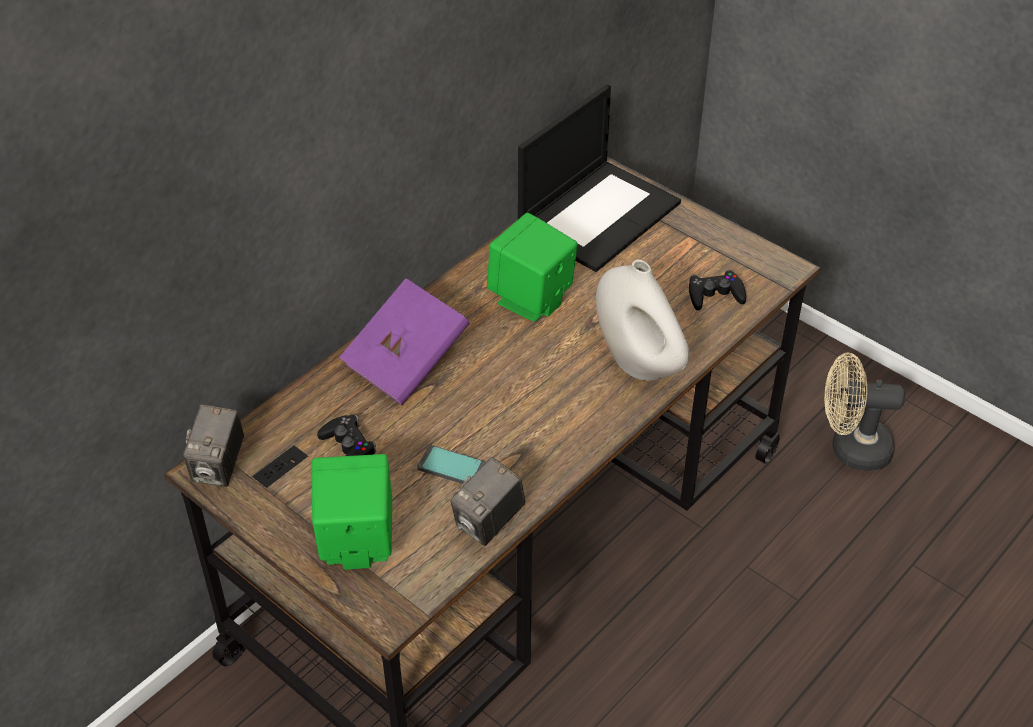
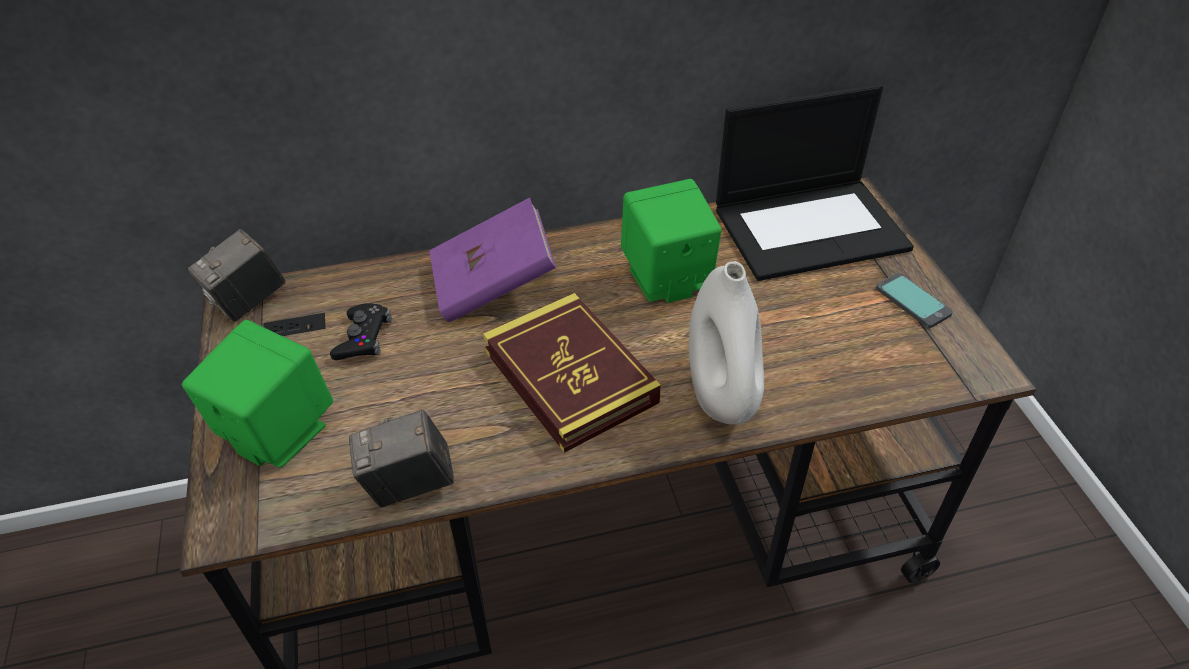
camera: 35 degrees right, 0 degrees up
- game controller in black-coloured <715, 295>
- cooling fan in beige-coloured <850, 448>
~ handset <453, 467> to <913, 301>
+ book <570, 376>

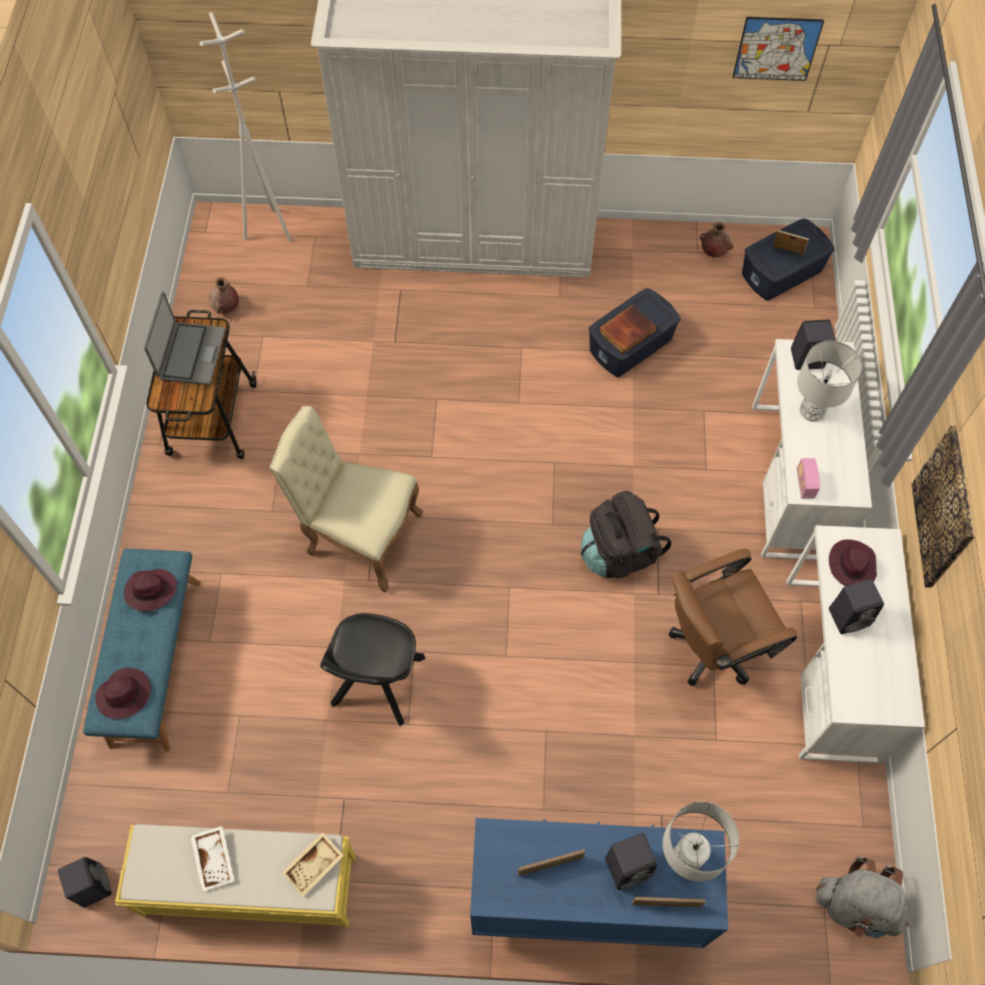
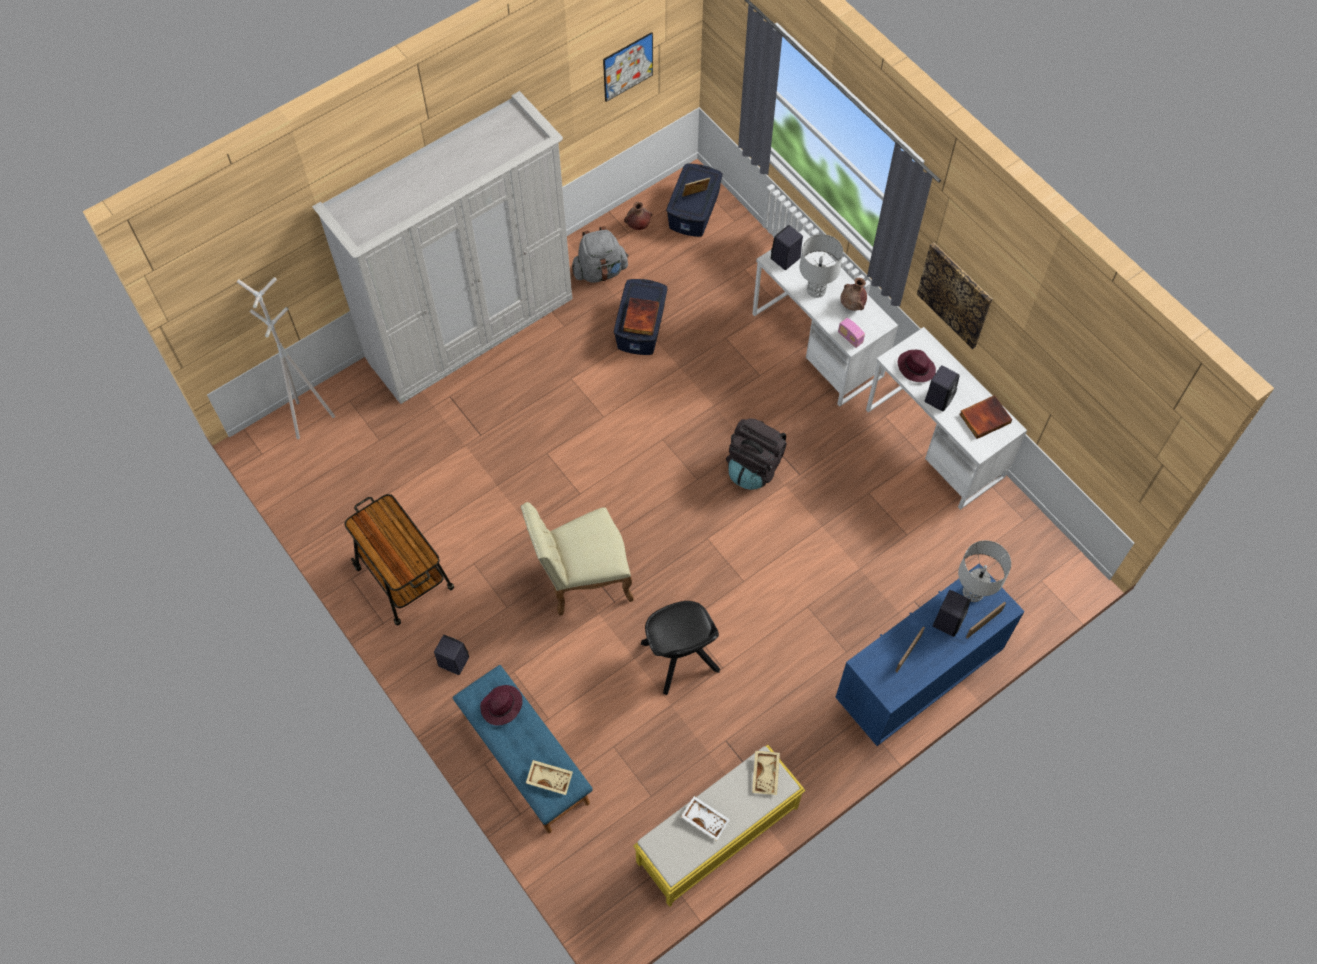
camera: 40 degrees left, 0 degrees up
~ decorative vase in brown <226, 307> to <852, 305>
- laptop <191, 354>
- desk chair in brown <709, 652>
~ wearable hat in purplish <125, 694> to tray in beige-coloured <550, 778>
~ knapsack in gray <856, 906> to <600, 271>
~ speaker in black-coloured <92, 885> to <452, 661>
+ book <984, 417>

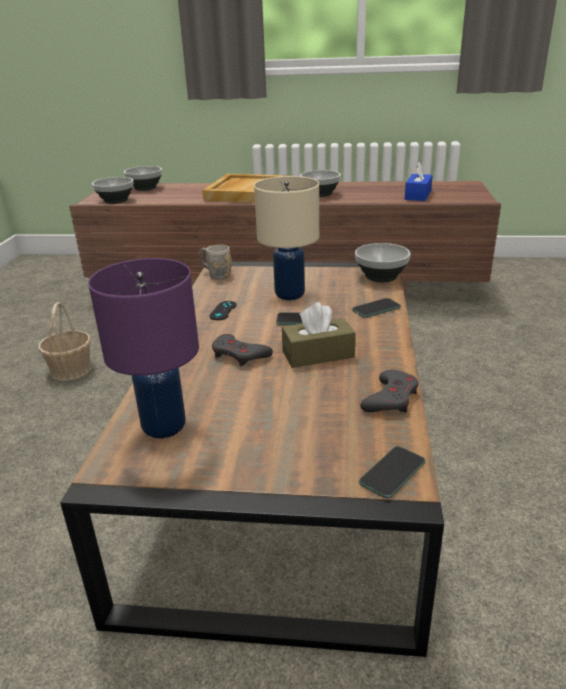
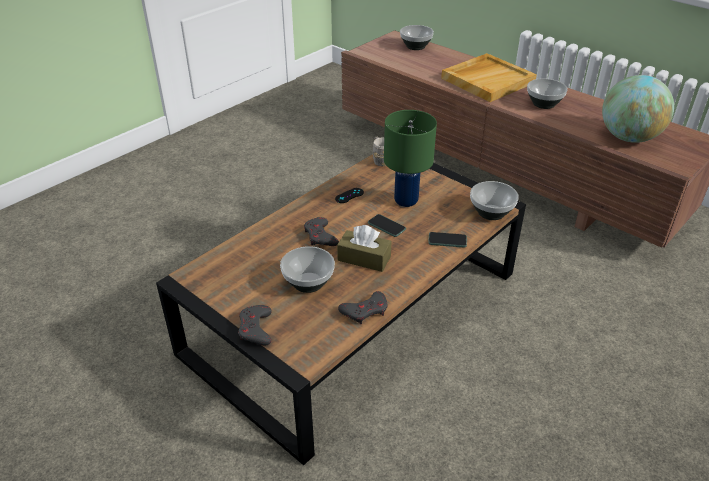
camera: 35 degrees right, 10 degrees up
~ tissue holder in blue <418, 195> to world globe <629, 138>
~ lamp for a table in beige-coloured <288, 295> to lamp for a table in green-coloured <404, 200>
~ bowl <116, 201> to <308, 283>
- lamp for a table in purplish <166, 428>
- basket <71, 370>
- handset <392, 473>
+ game controller in gray <255, 329>

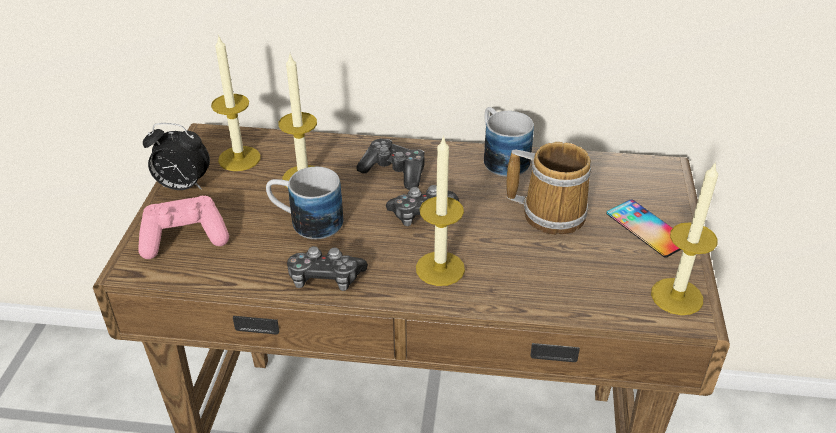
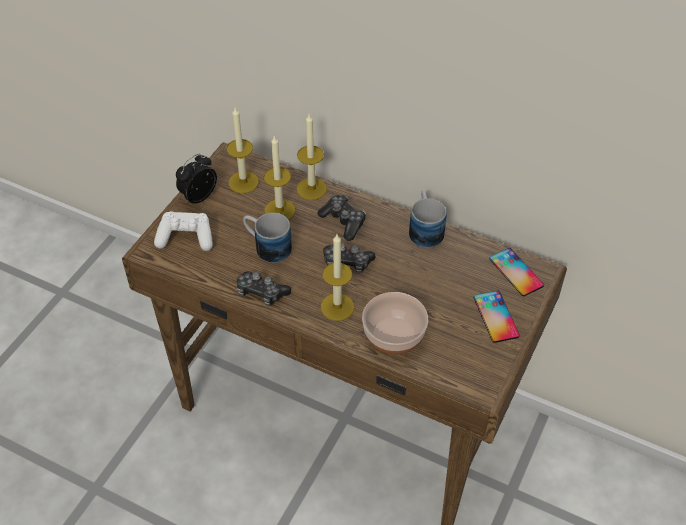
camera: 20 degrees right, 10 degrees up
~ table clock <182, 187> = <198, 196> 105 degrees clockwise
- mug <550, 212>
~ candle <677, 296> to <311, 189>
~ game controller in pink <184, 238> to game controller in white <186, 238>
+ handset <516, 272>
+ bowl <394, 336>

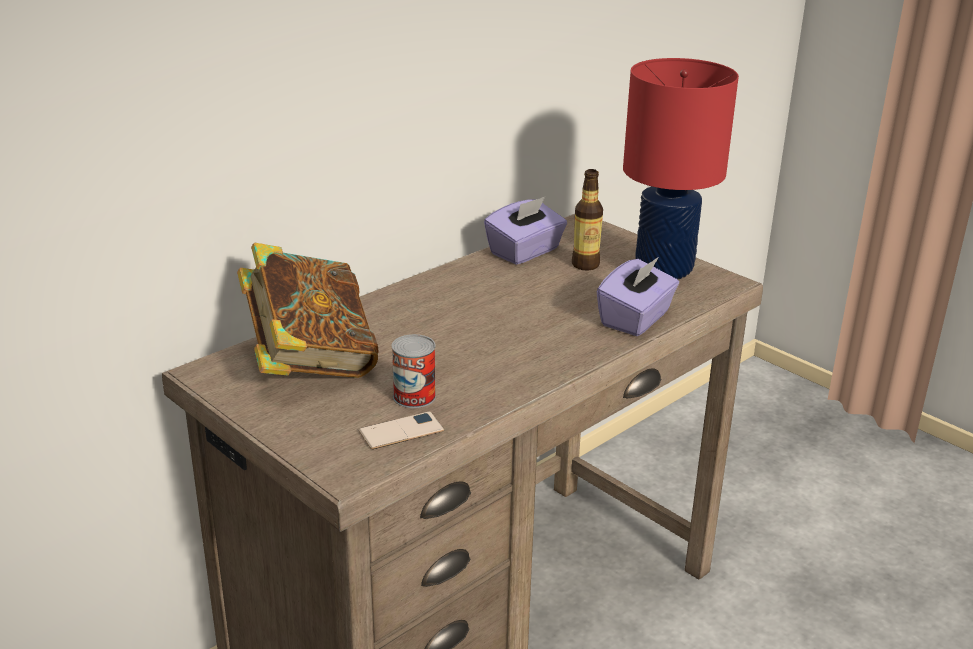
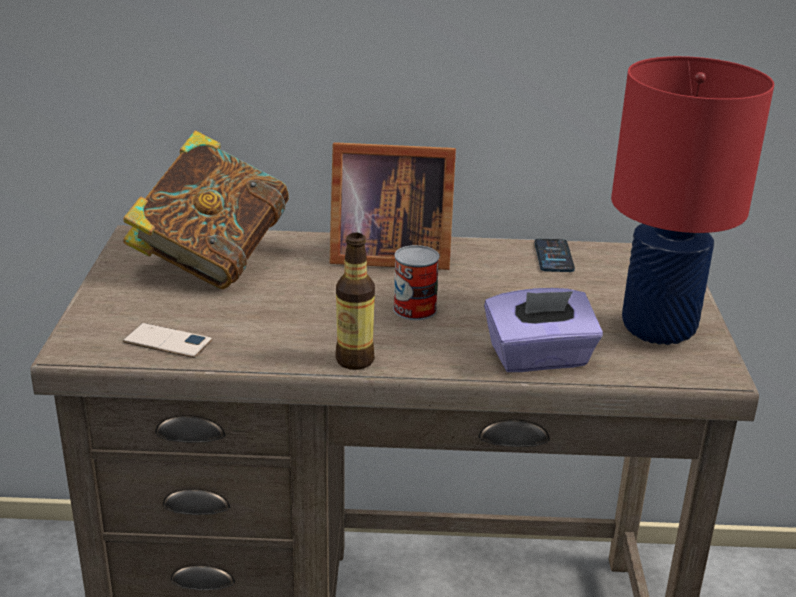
camera: 45 degrees right, 0 degrees up
~ bottle <585, 265> to <355, 360>
~ tissue holder in purplish <525, 252> to handset <553, 256>
~ sealed can <414, 396> to <414, 309>
+ picture frame <386, 255>

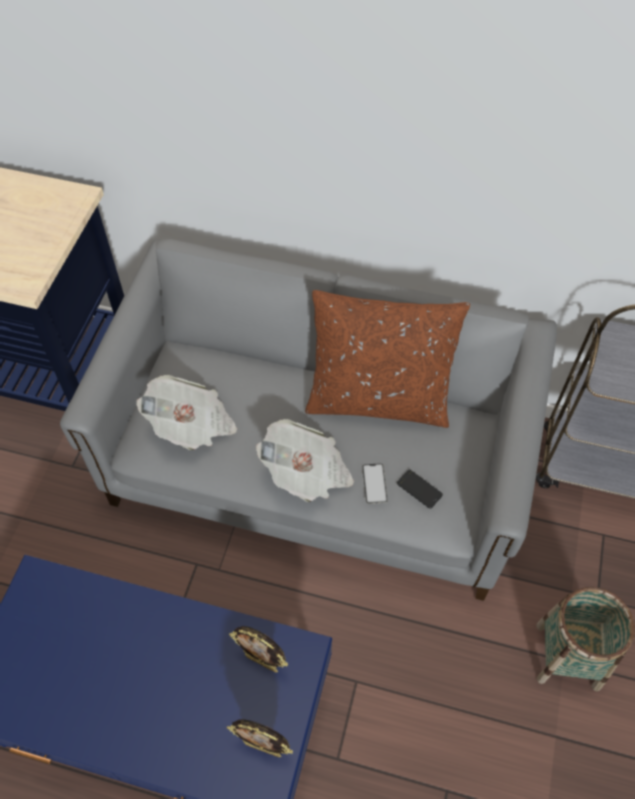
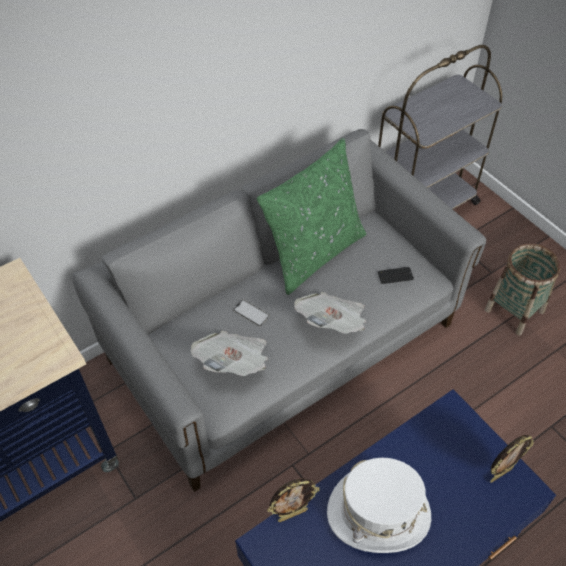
camera: 50 degrees left, 5 degrees down
~ pillow in brown <378, 399> to pillow in green-coloured <313, 253>
~ handset <374, 483> to <251, 313>
~ picture frame <262, 662> to <292, 514>
+ wearable hat in white <378, 513>

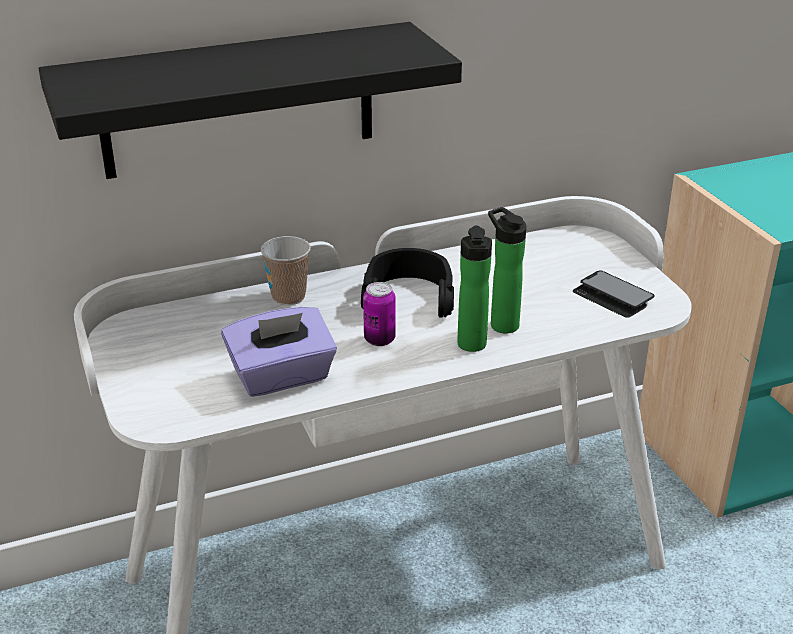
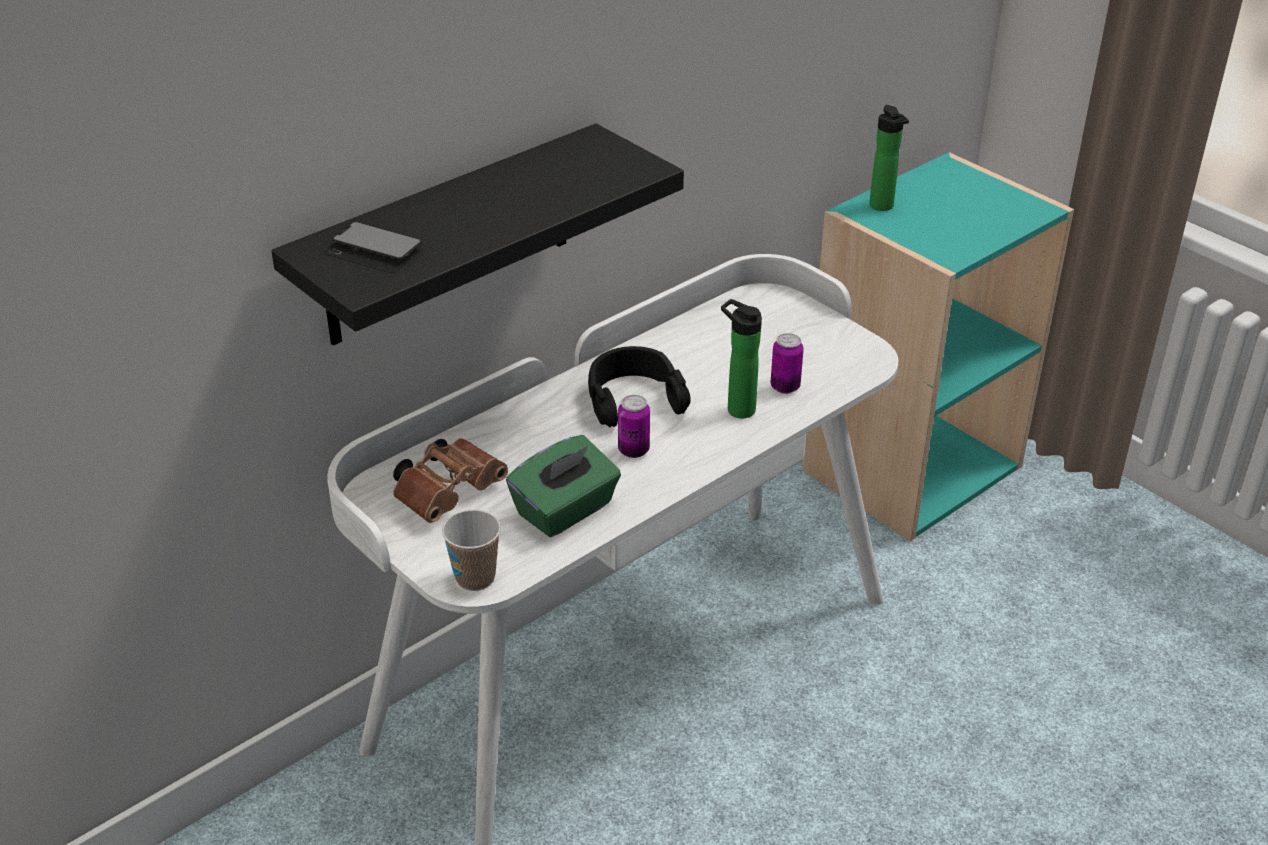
camera: 20 degrees left, 5 degrees up
~ bottle <472, 347> to <883, 207>
~ drinking cup <288, 297> to <475, 578>
~ handset <612, 296> to <373, 250>
~ tissue holder in purplish <282, 377> to tissue holder in green-coloured <565, 510>
+ sealed can <785, 387>
+ field glasses in brown <450, 492>

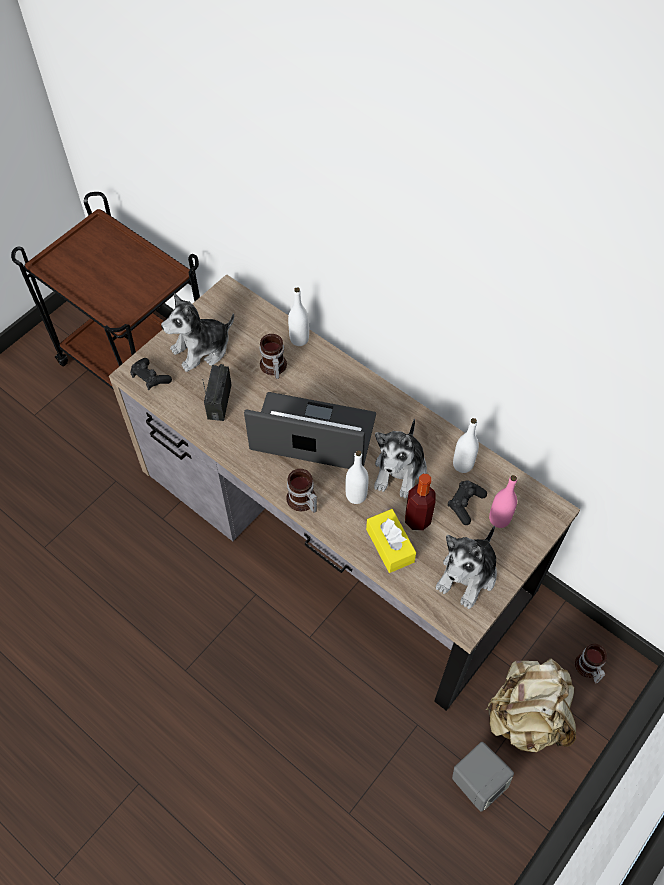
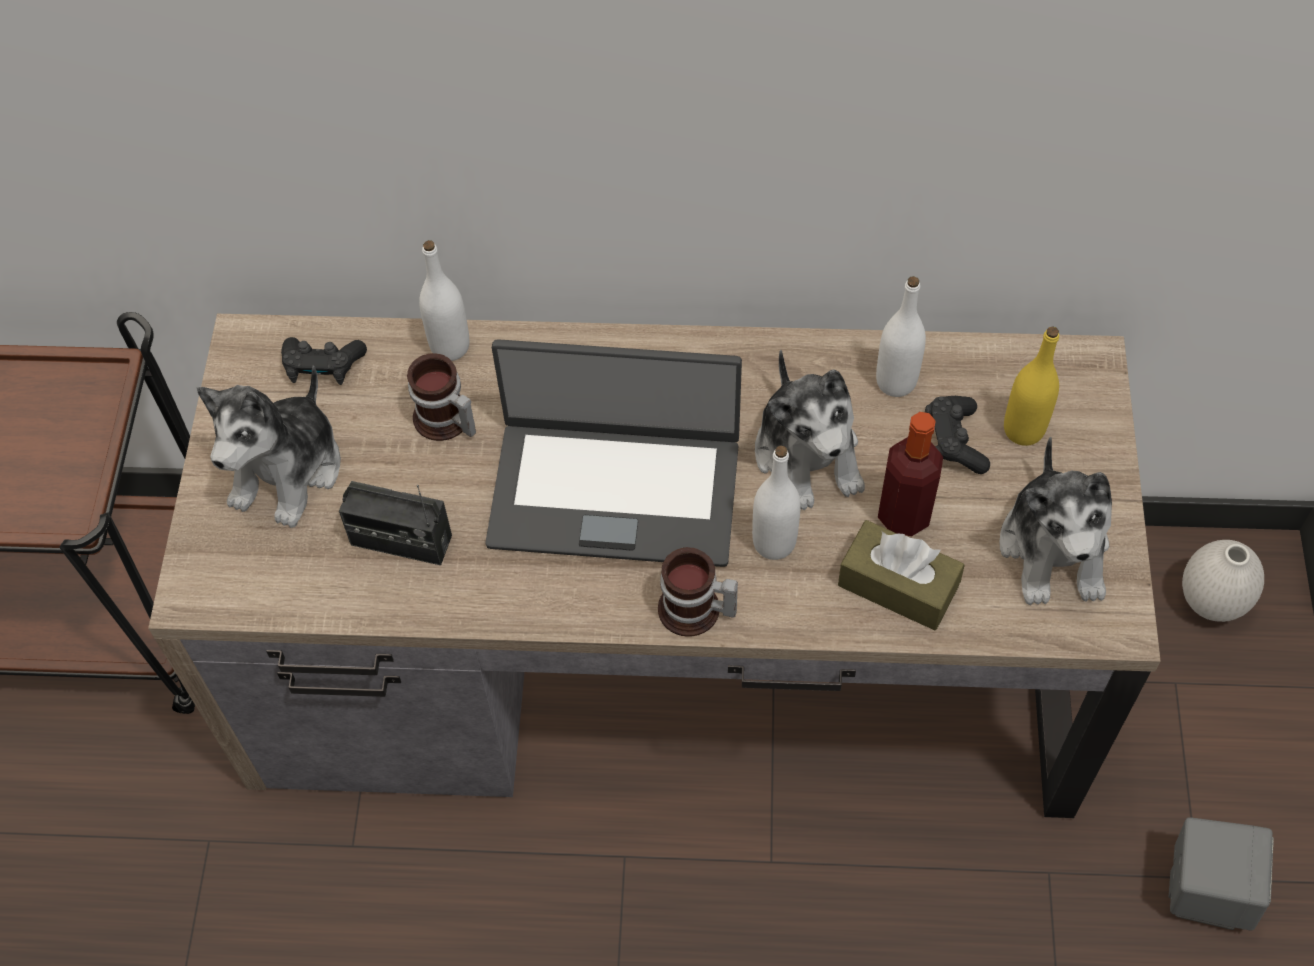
camera: 35 degrees left, 0 degrees up
~ game controller in black-coloured <150, 378> to <323, 367>
~ radio set <219, 401> = <401, 540> 45 degrees counterclockwise
~ laptop <313, 434> = <615, 490> 150 degrees counterclockwise
~ bottle in pink <499, 519> to bottle in yellowish <1023, 430>
~ tissue holder in yellowish <390, 545> to tissue holder in brown <898, 586>
~ mug <587, 668> to decorative vase in white <1211, 603>
- knapsack in beige-coloured <527, 715>

